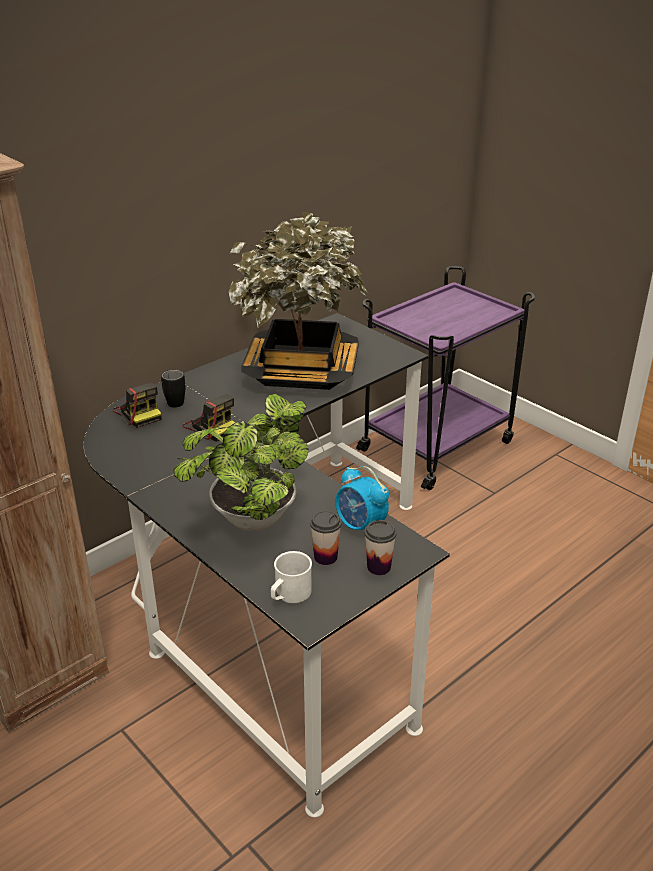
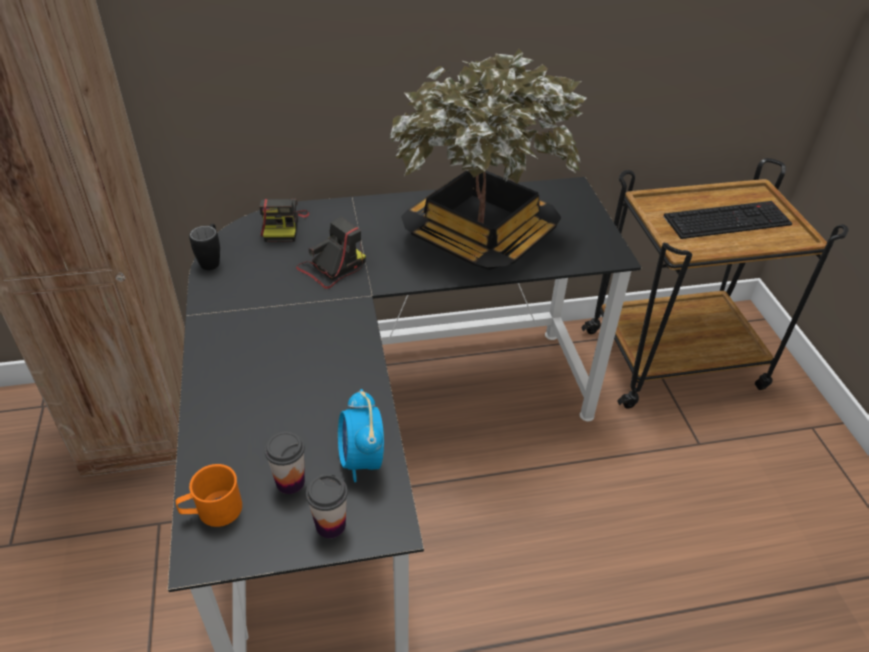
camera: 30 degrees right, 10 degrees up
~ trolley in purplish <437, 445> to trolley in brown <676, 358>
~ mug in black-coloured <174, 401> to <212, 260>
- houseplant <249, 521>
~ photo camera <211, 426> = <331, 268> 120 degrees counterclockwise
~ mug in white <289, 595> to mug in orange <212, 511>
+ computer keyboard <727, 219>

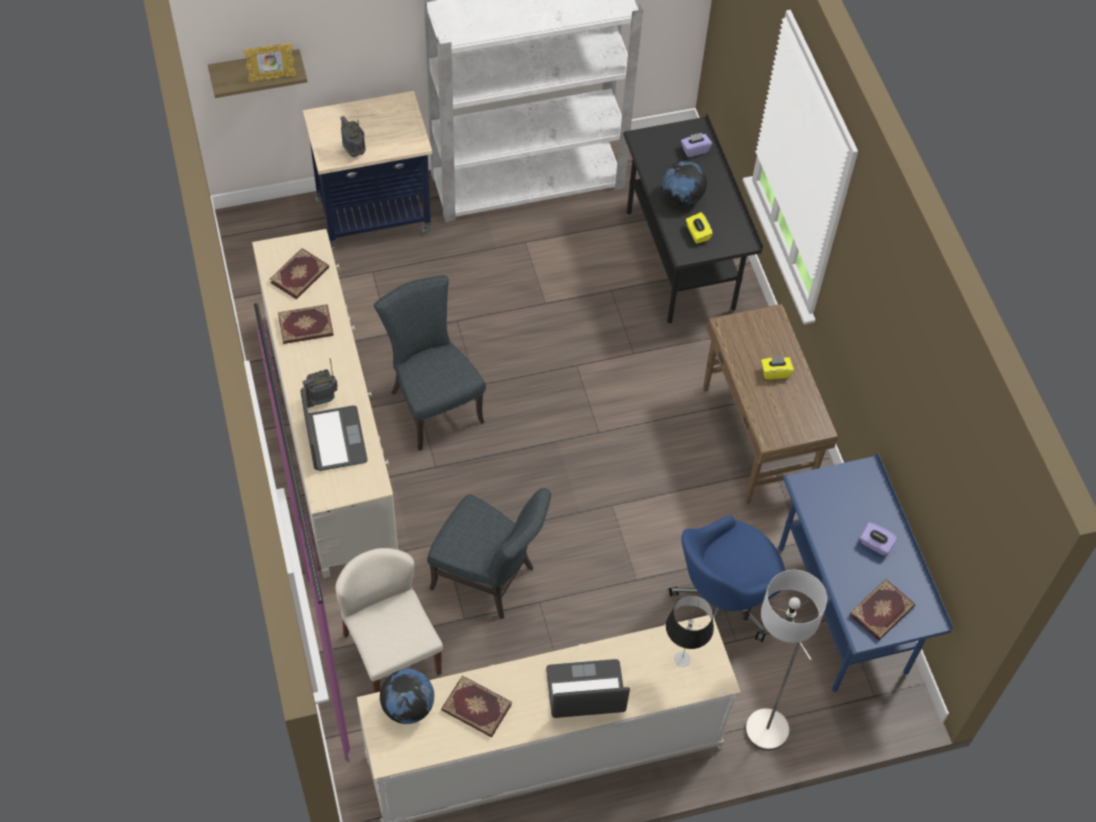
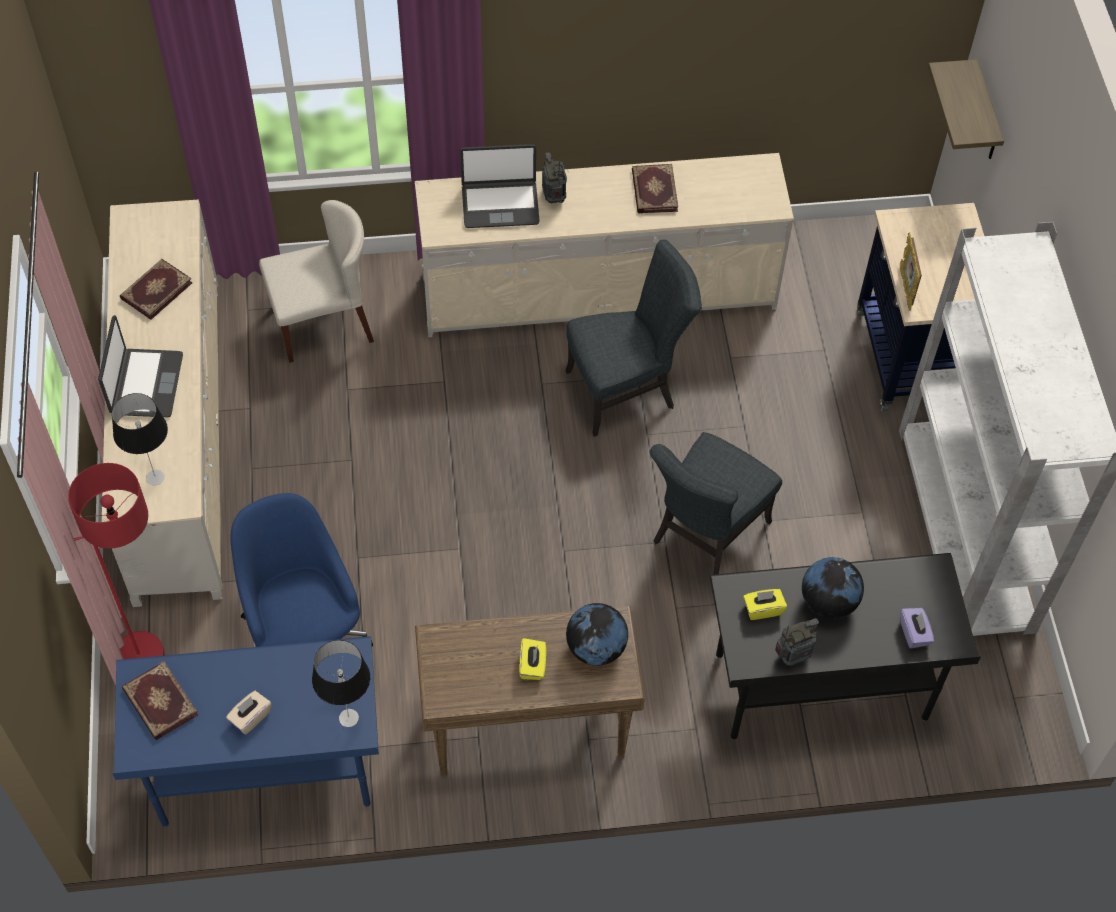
camera: 100 degrees right, 0 degrees up
~ picture frame <272, 78> to <905, 288>
~ radio set <354, 152> to <793, 656>
- book <300, 276>
~ chair in gray <489, 579> to <705, 535>
~ tissue holder in purplish <875, 544> to tissue holder in beige-coloured <250, 717>
~ standing lamp in gray <759, 719> to standing lamp in red <154, 652>
~ world globe <408, 707> to <596, 648>
+ lamp for a table <349, 718>

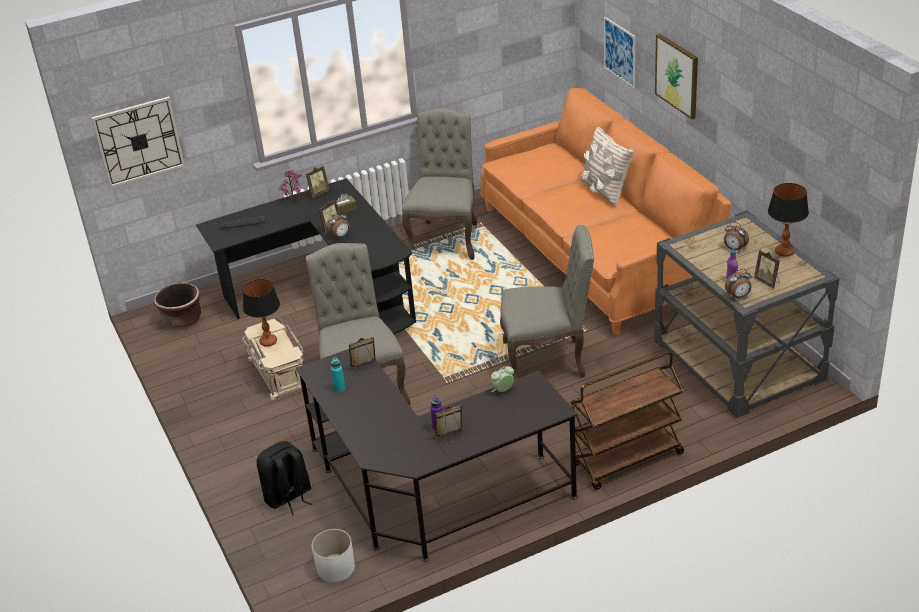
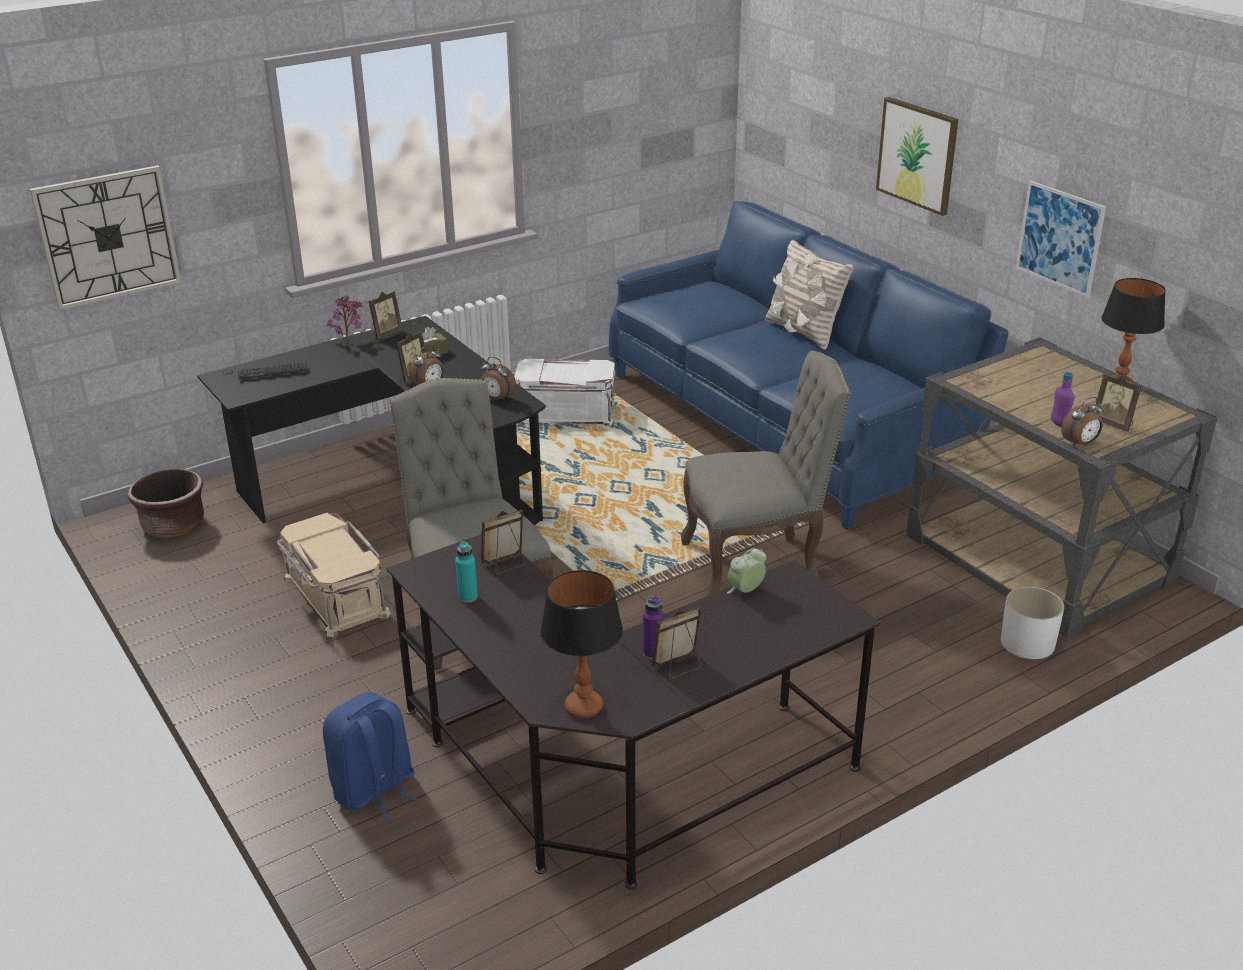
camera: 10 degrees left, 5 degrees down
~ wall picture <620, 52> to <1059, 238>
~ sofa in orange <597, 250> to sofa in blue <787, 422>
~ chair in gray <446, 239> to storage box in white <566, 412>
~ table clock <734, 249> to <497, 398>
~ lamp for a table <268, 341> to <584, 707>
- trolley in brown <627, 460>
~ knapsack in black-coloured <288, 497> to knapsack in blue <374, 790>
~ plant pot in white <335, 568> to <1027, 643>

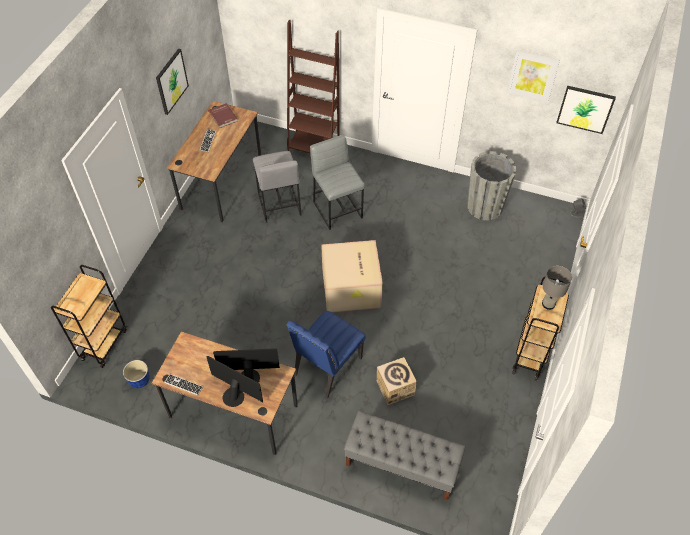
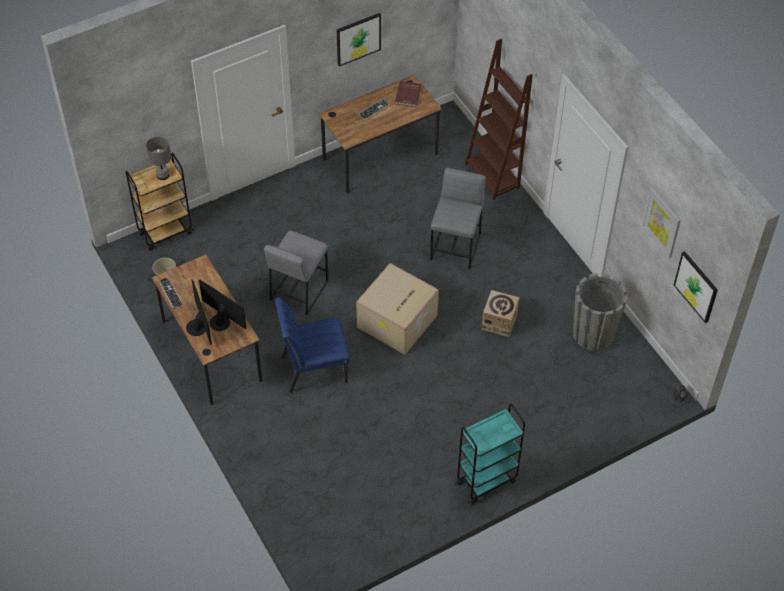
camera: 40 degrees right, 0 degrees up
~ chair in gray <279, 204> to <298, 291>
~ lamp for a table in gray <548, 303> to <163, 175>
~ trolley in brown <530, 357> to trolley in blue-green <486, 483>
~ packing box <395, 388> to <499, 321>
- indoor bench in gray <401, 465>

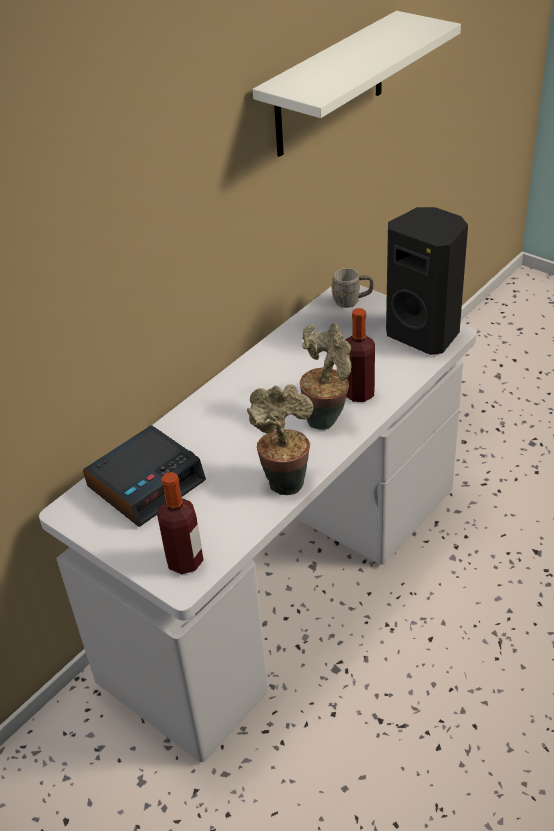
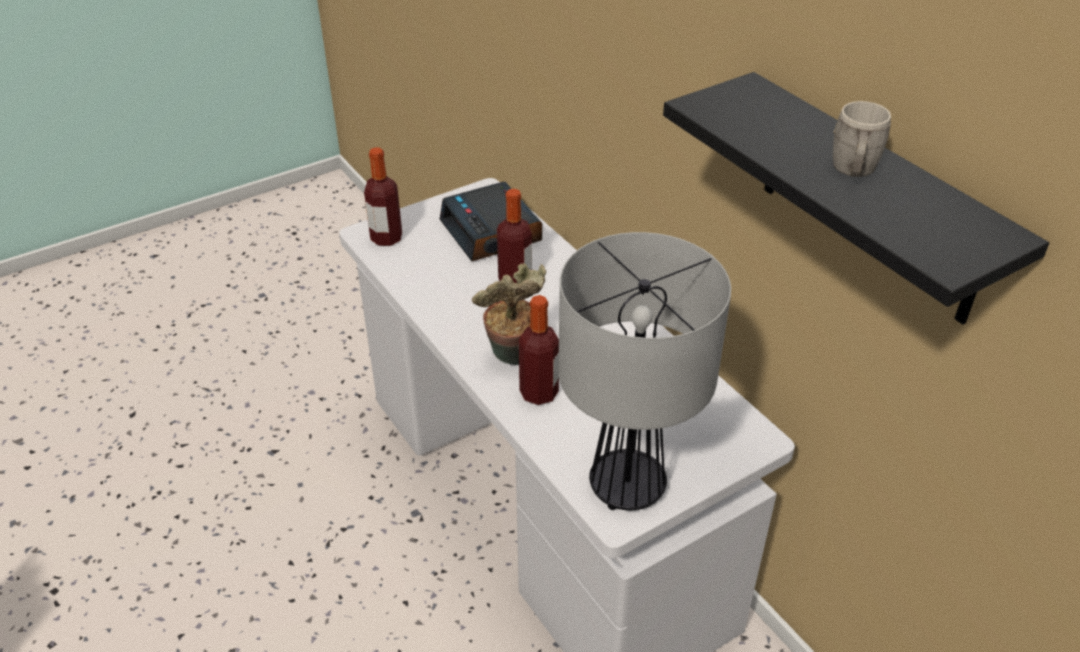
camera: 105 degrees right, 0 degrees up
~ bracket shelf in white <329, 85> to bracket shelf in black-coloured <870, 200>
~ speaker in black-coloured <425, 334> to lamp for a table <627, 488>
~ mug in gray <352, 301> to <853, 172>
- houseplant <284, 479>
+ bottle <515, 282>

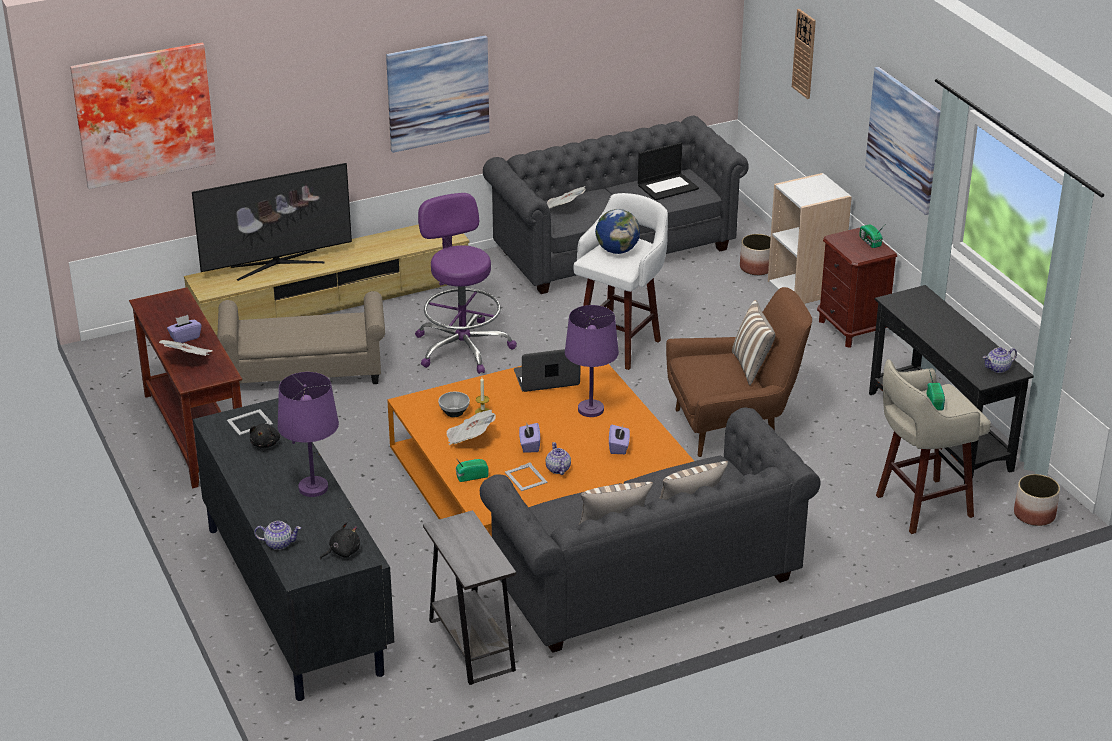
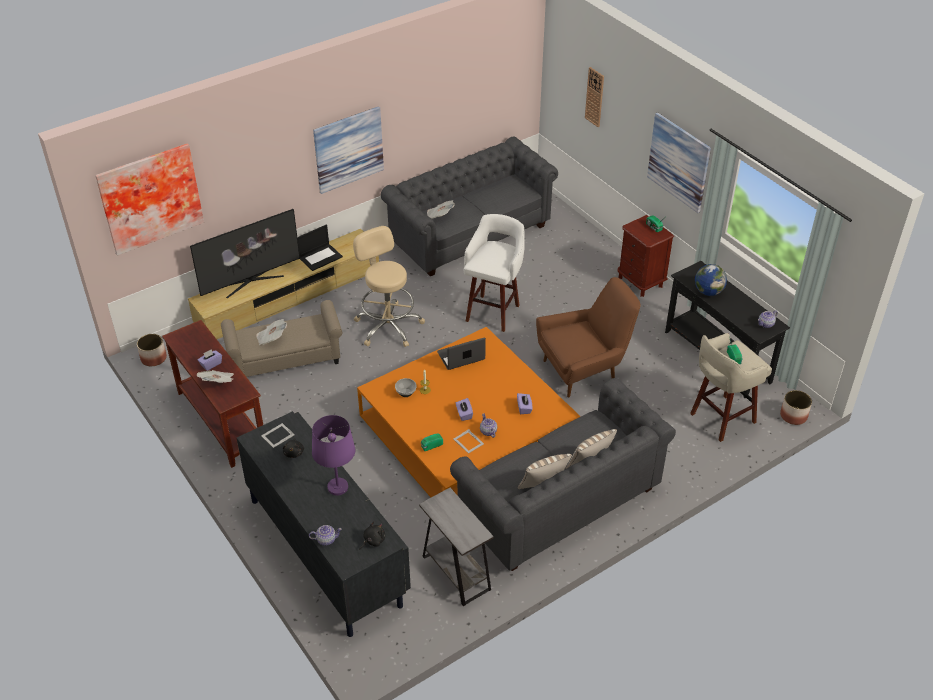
camera: 10 degrees left, 10 degrees up
~ laptop <668, 186> to <320, 257>
- shelving unit <805, 288>
~ stool in purplish <462, 346> to stool in beige-coloured <388, 326>
~ world globe <617, 250> to <708, 292>
~ plant pot <756, 267> to <153, 358>
- pillow <751, 367>
- lamp for a table in purplish <591, 409>
~ daily paper <469, 438> to <271, 338>

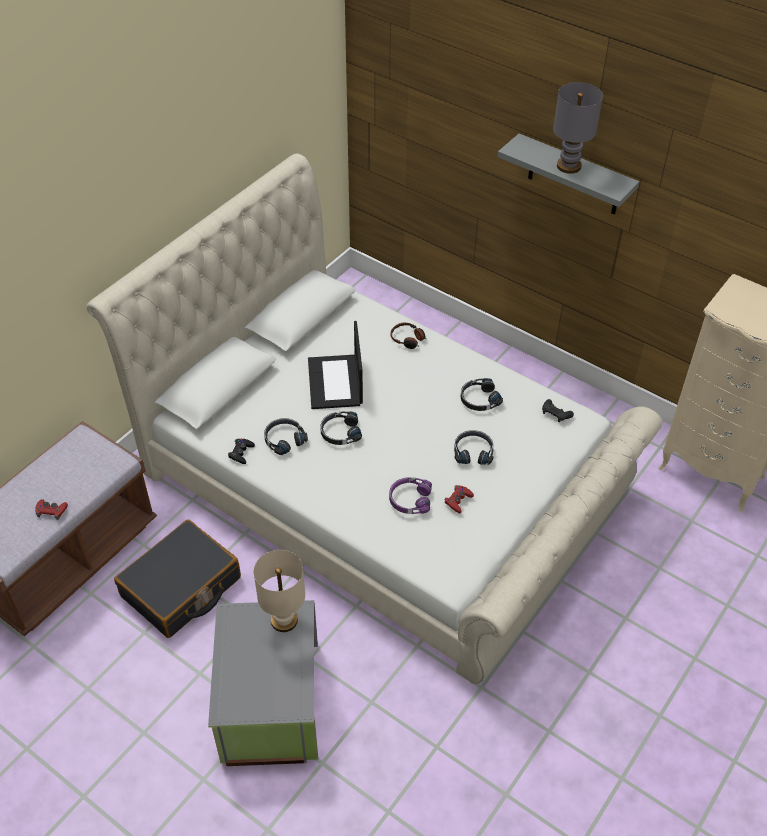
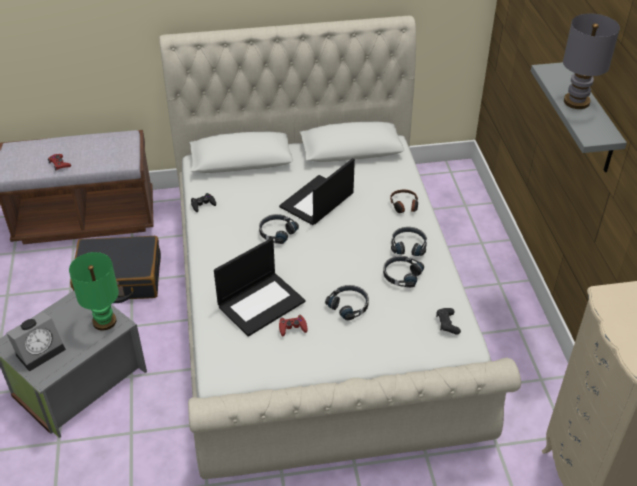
camera: 45 degrees right, 5 degrees down
~ headset in black-coloured <284, 439> to <408, 245>
~ headset in purplish <409, 499> to laptop <261, 303>
~ lamp for a table in beige-coloured <284, 619> to lamp for a table in green-coloured <105, 321>
+ table clock <41, 350>

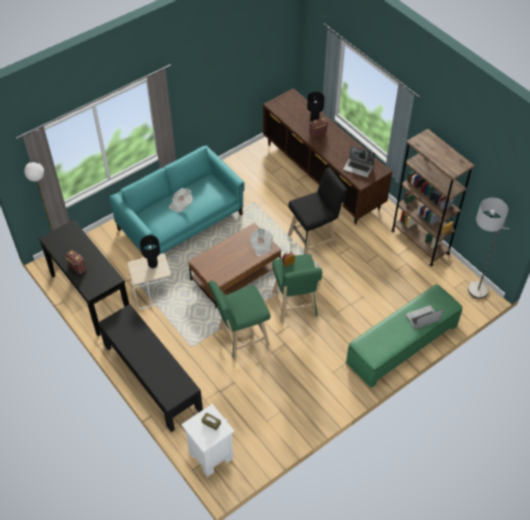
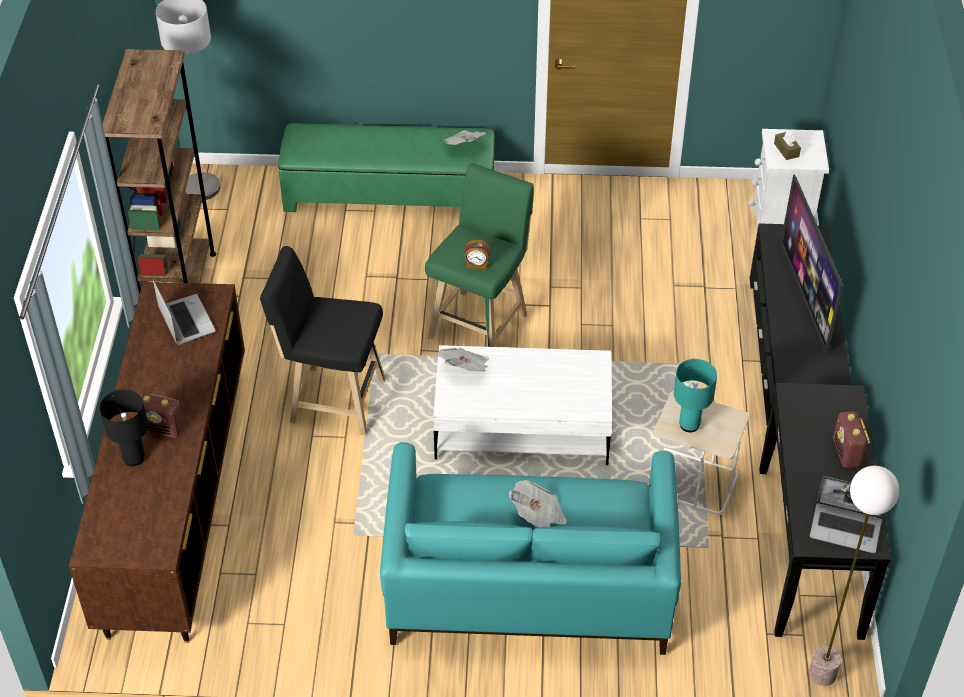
camera: 140 degrees left, 5 degrees down
~ lounge table in brown <235, 274> to lounge table in white <522, 427>
~ lamp for a table in black-coloured <153, 265> to lamp for a table in blue-green <689, 424>
- stool in green-coloured <241, 338>
~ laptop <422, 318> to <846, 528>
+ daily paper <464, 146>
+ TV set <805, 297>

